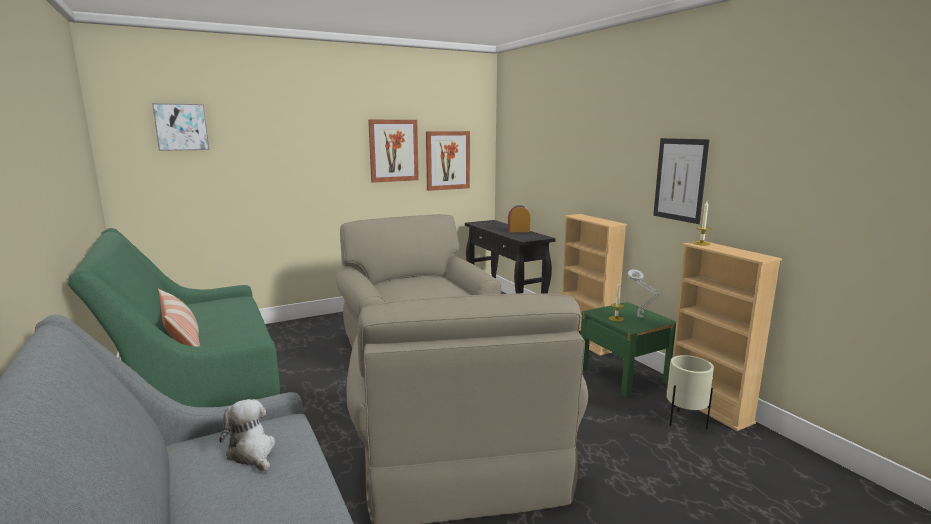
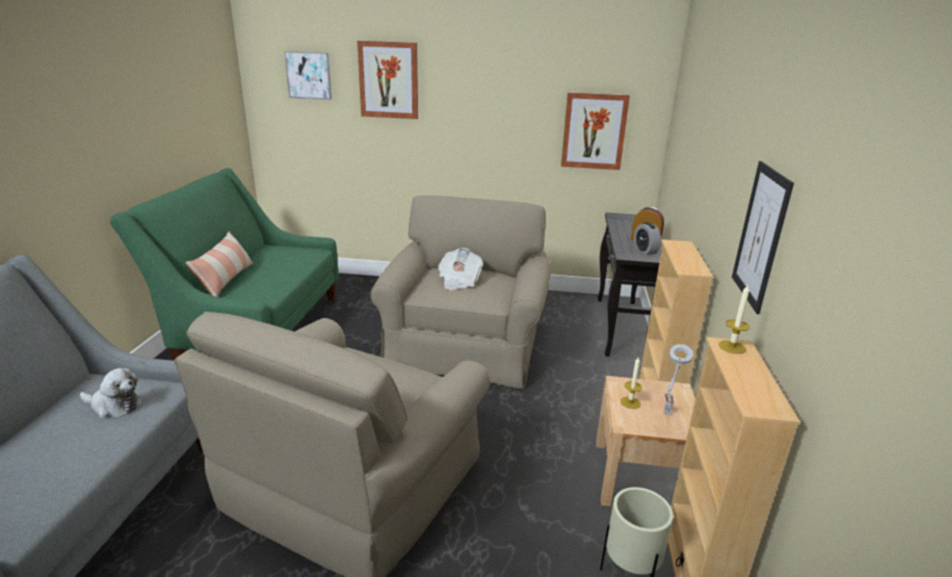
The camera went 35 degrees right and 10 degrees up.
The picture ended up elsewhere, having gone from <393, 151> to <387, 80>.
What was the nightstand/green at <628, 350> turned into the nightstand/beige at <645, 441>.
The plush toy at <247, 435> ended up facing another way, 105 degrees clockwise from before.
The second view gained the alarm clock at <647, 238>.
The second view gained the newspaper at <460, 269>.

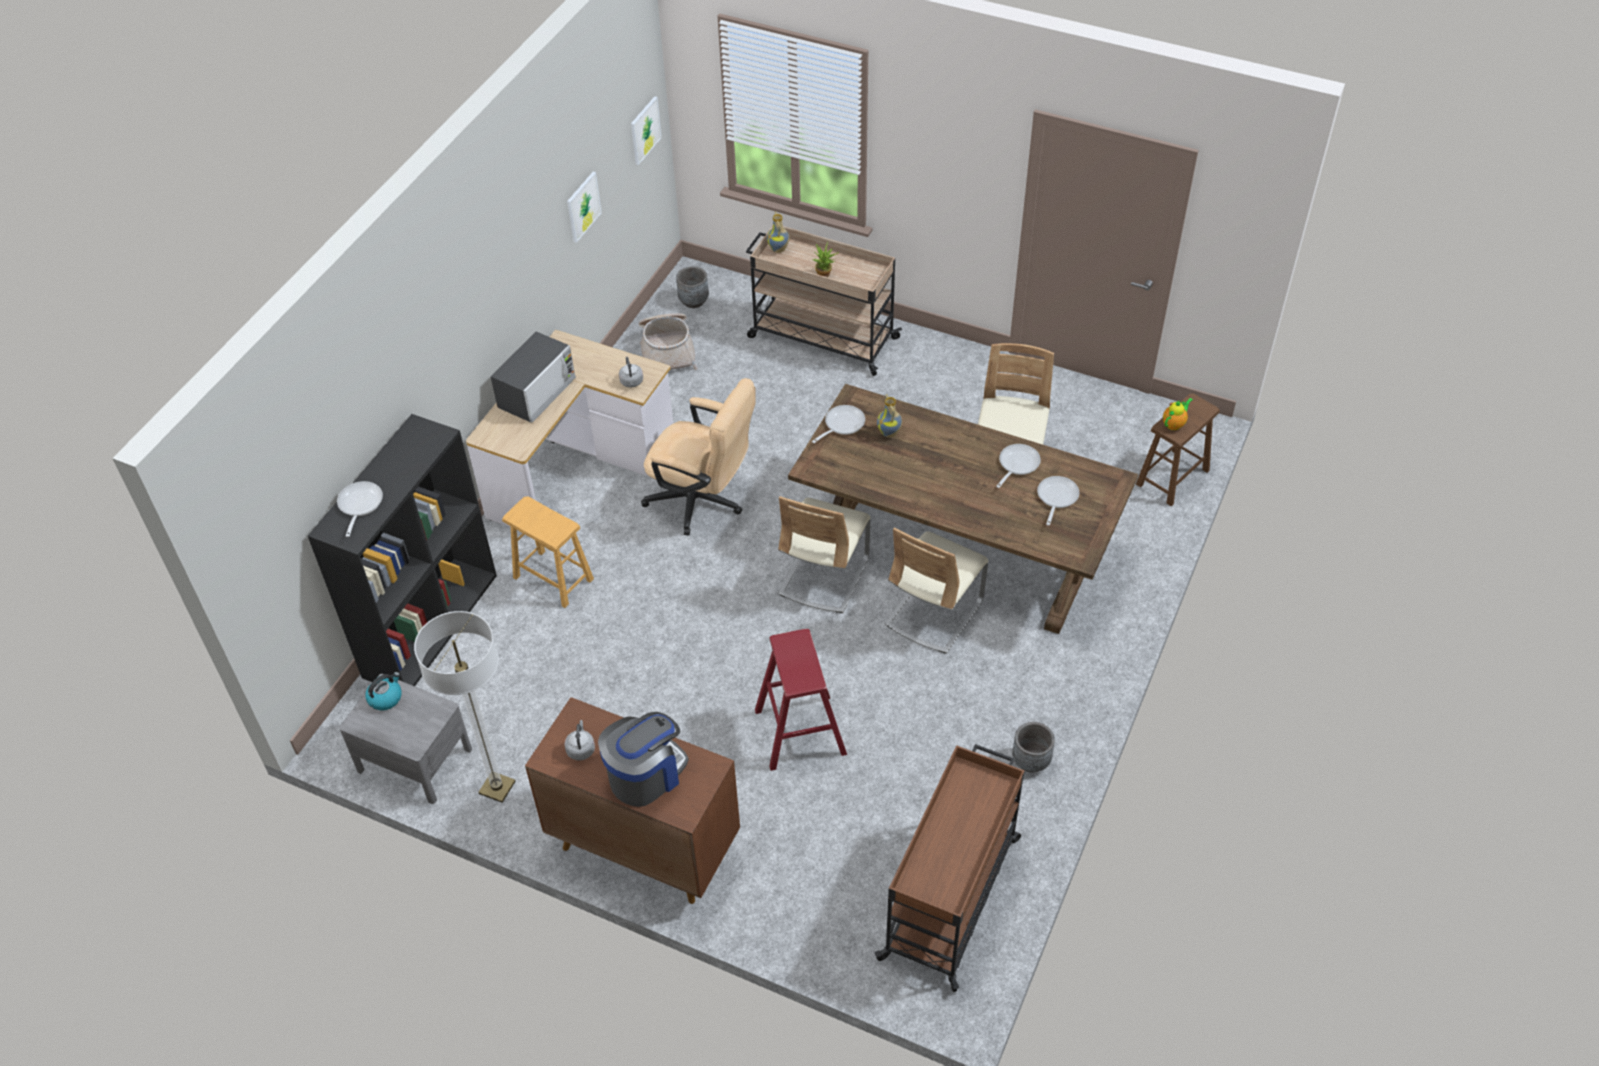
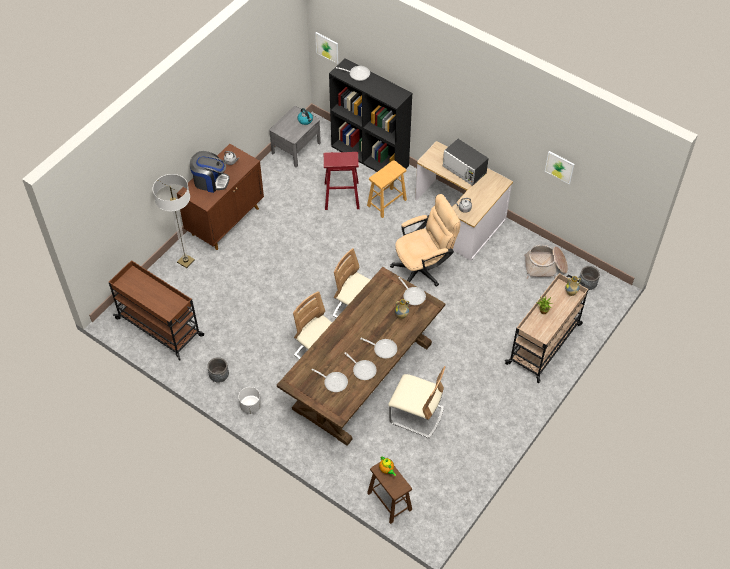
The camera went 100 degrees right and 5 degrees up.
The picture ended up elsewhere, having gone from <646, 130> to <326, 48>.
The office chair/beige at <698, 457> ended up facing another way, 150 degrees counterclockwise from before.
The floor lamp ended up elsewhere, having gone from <465, 707> to <174, 221>.
The stool/red ended up elsewhere, having gone from <801, 700> to <342, 181>.
The coffee machine at <643, 759> ended up facing another way, 45 degrees counterclockwise from before.
The second view gained the frying pan at <378, 348>.
The second view gained the planter/white at <250, 400>.

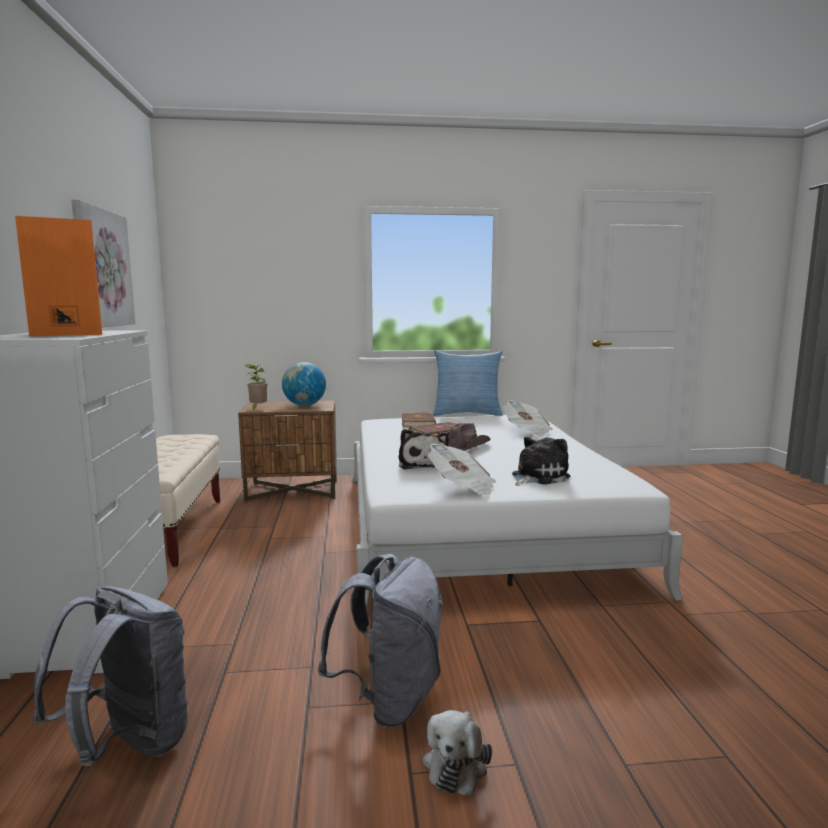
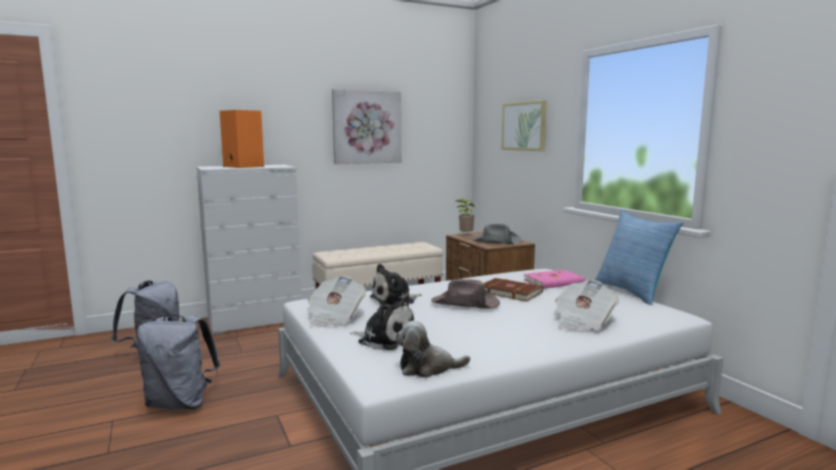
The camera went 70 degrees right and 0 degrees up.
Where the globe stood at <304, 384>, the hat/grey came to stand at <497, 234>.
What was the book/brown at <419, 419> turned into the book/pink at <555, 279>.
The plush toy ended up elsewhere, having gone from <457, 753> to <432, 349>.
The second view gained the picture at <524, 125>.

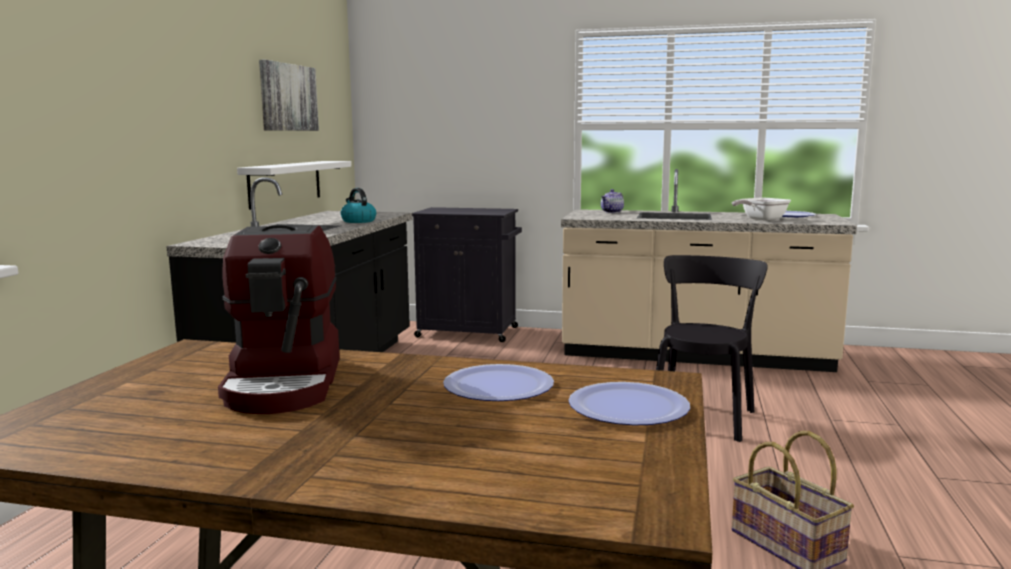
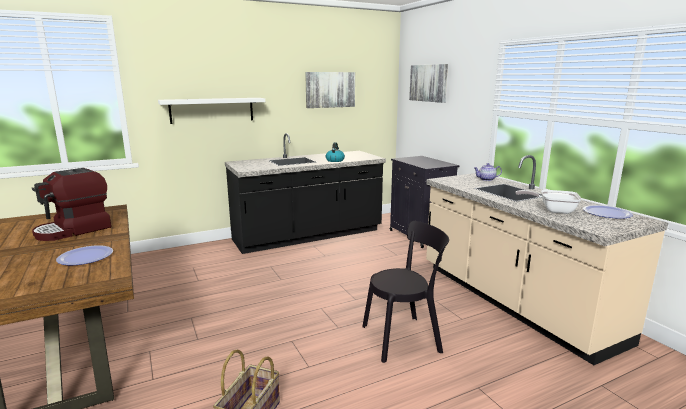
The camera went 50 degrees right and 5 degrees up.
The shelf/white ended up elsewhere, having gone from <294, 185> to <211, 111>.
The second view lost the plate at <629, 403>.
The second view gained the picture at <428, 83>.

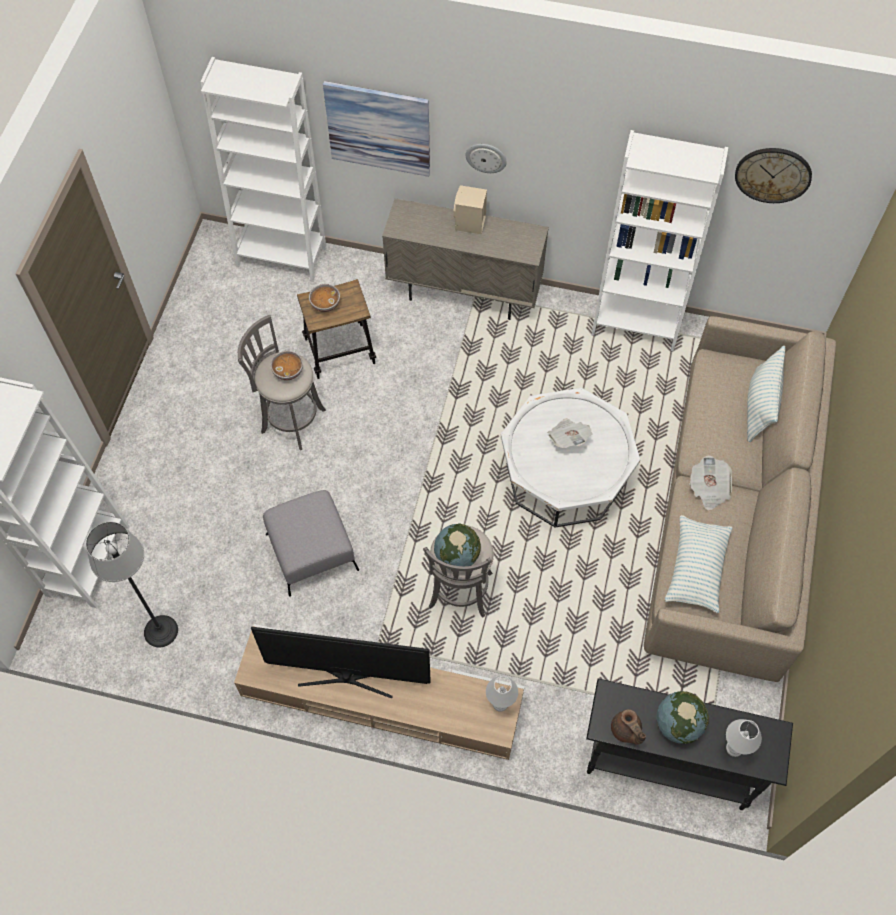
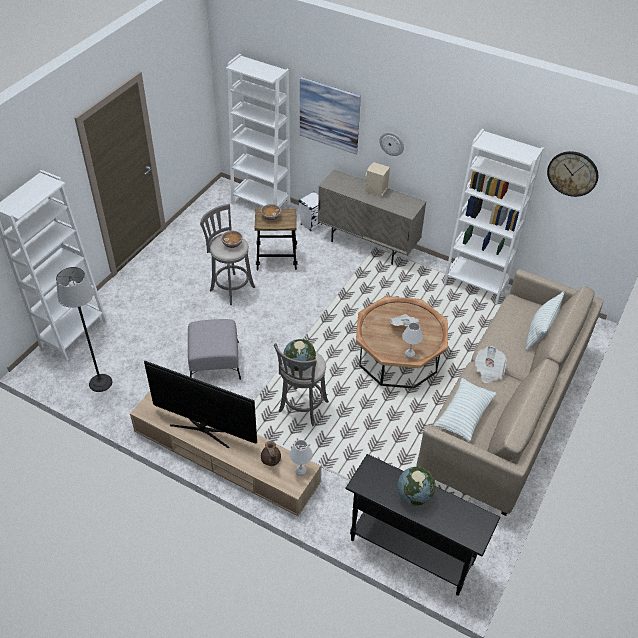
The camera went 15 degrees right and 15 degrees down.
What was the coffee table/white at <570, 458> turned into the coffee table/brown at <402, 342>.
The teapot/brown ended up elsewhere, having gone from <628, 726> to <271, 453>.
The table lamp/white ended up elsewhere, having gone from <744, 738> to <412, 340>.
The second view gained the speaker/white at <310, 211>.

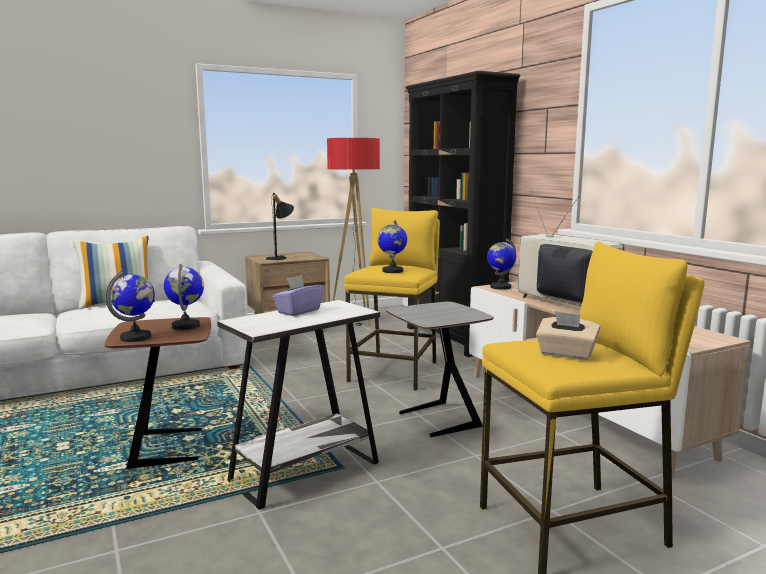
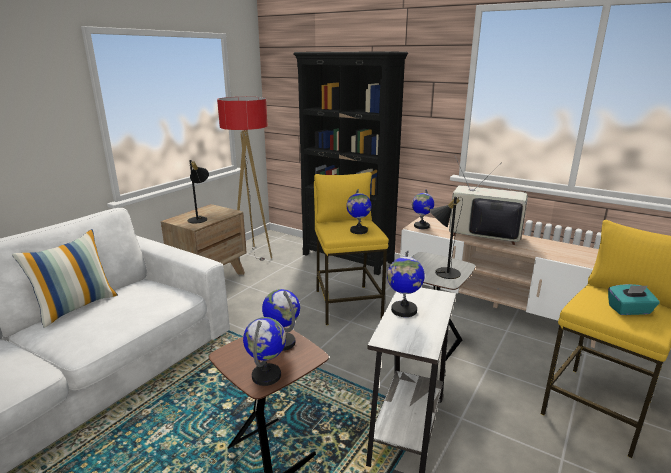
The camera went 30 degrees left and 10 degrees up.
Where the tissue box/purple stood at <298, 295>, the globe came to stand at <406, 284>.
What was the tissue box/beige at <568, 335> turned into the tissue box/turquoise at <634, 299>.
The second view gained the table lamp/black at <446, 237>.

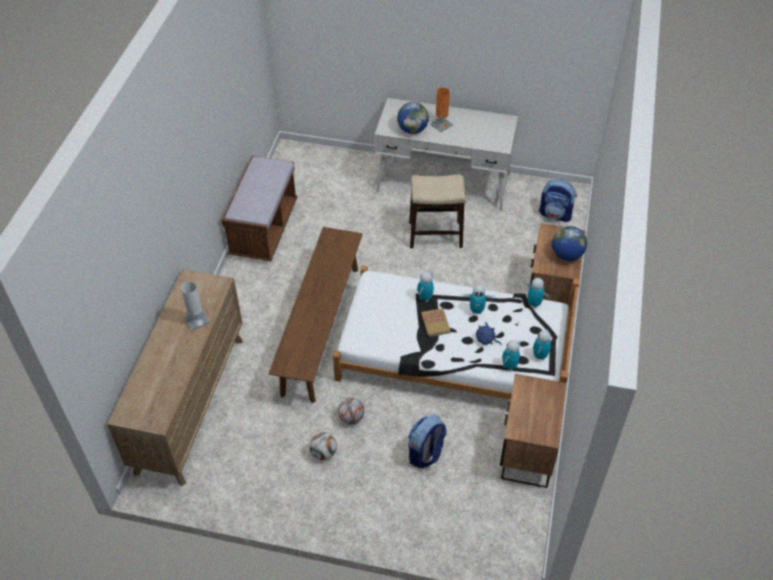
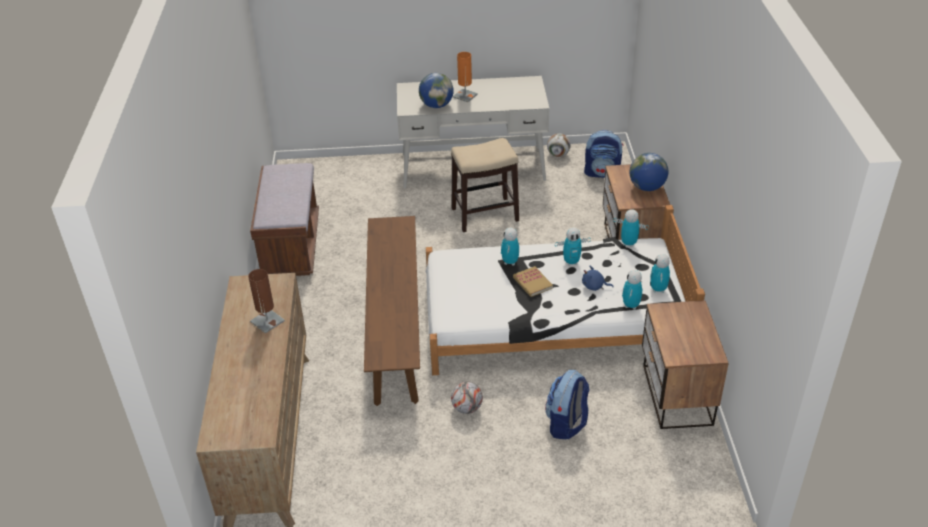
The camera went 15 degrees left and 10 degrees down.
What was the table lamp/white at <195, 306> turned into the table lamp/brown at <266, 301>.
The football ended up elsewhere, having gone from <323, 446> to <559, 145>.

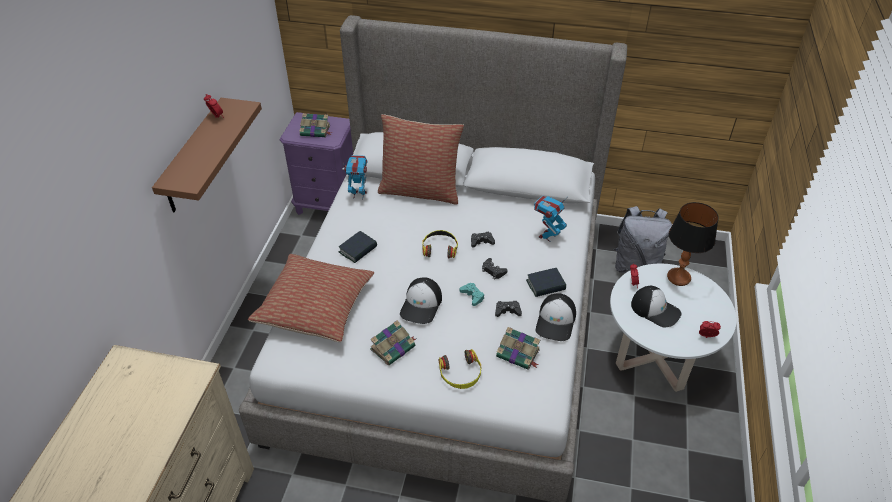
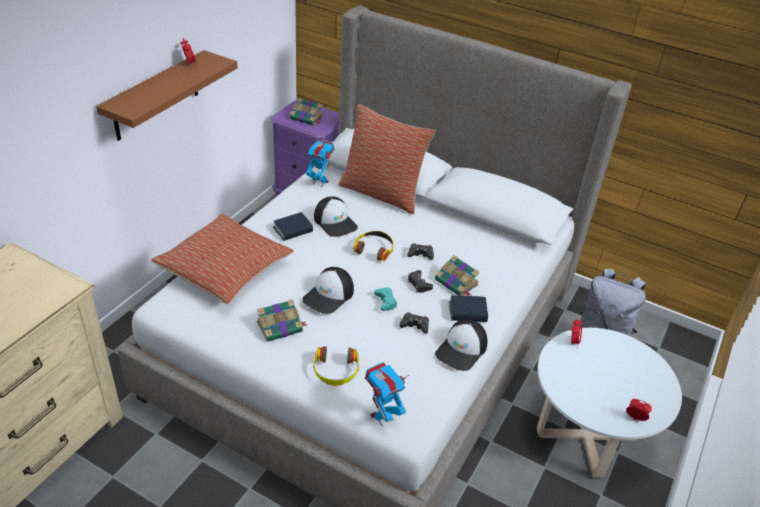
The camera went 15 degrees right and 5 degrees down.
The toy robot ended up elsewhere, having gone from <550, 218> to <387, 394>.
The second view lost the table lamp at <693, 244>.
The cap ended up elsewhere, having gone from <656, 306> to <336, 216>.
The book ended up elsewhere, having gone from <518, 348> to <457, 275>.

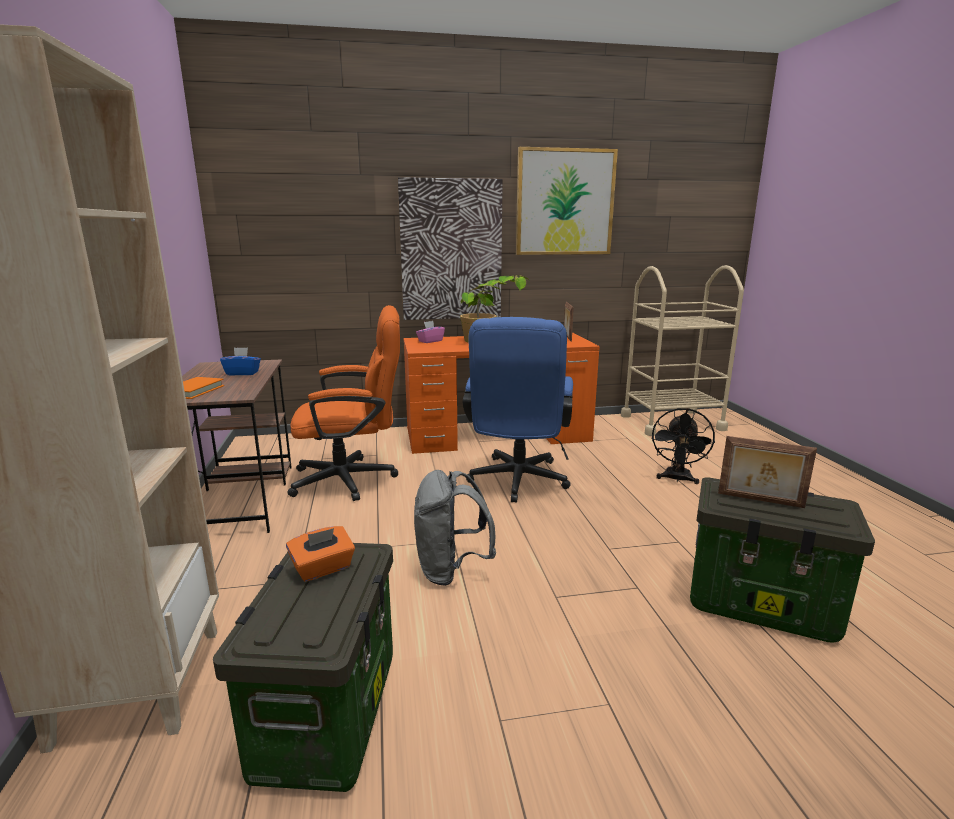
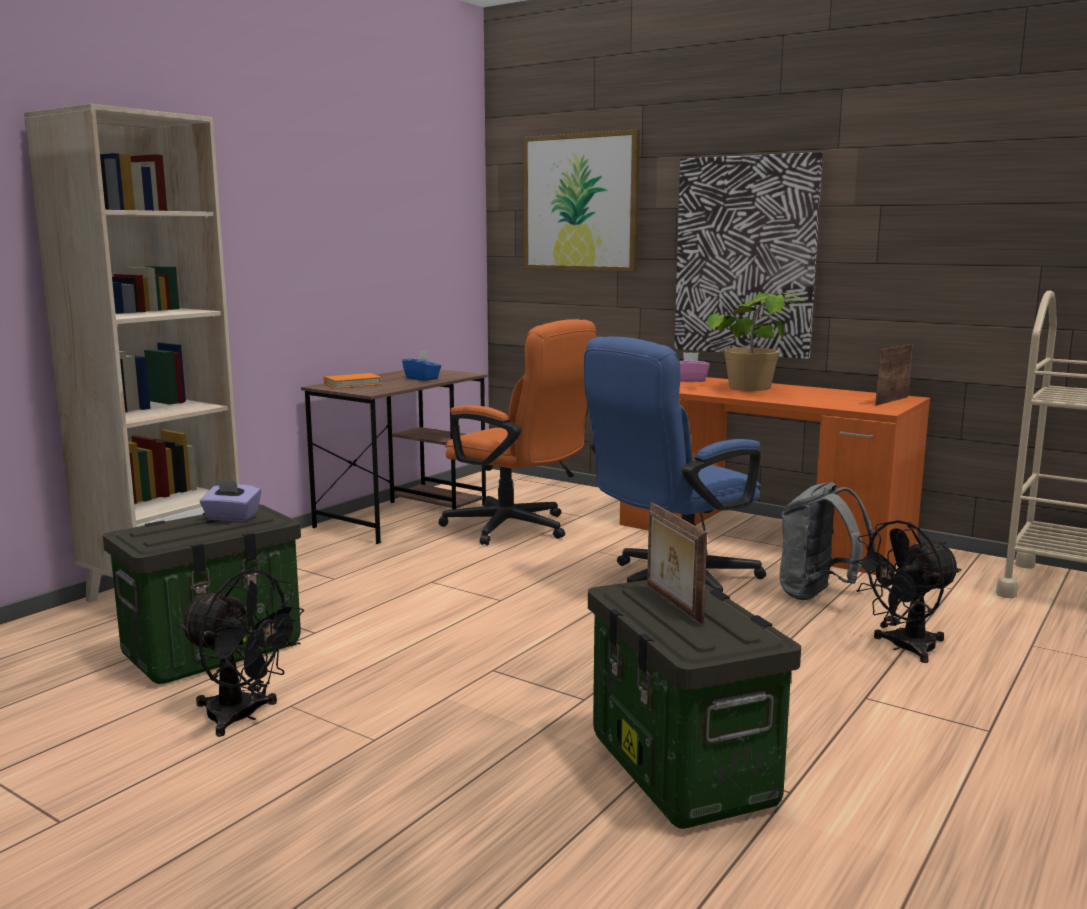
The camera went 45 degrees right and 5 degrees down.
The picture ended up elsewhere, having gone from <567, 201> to <581, 200>.
The backpack/grey ended up elsewhere, having gone from <455, 528> to <827, 541>.
What was the tissue box/orange at <320, 554> turned into the tissue box/purple at <230, 500>.
The second view gained the fan/black at <241, 653>.

